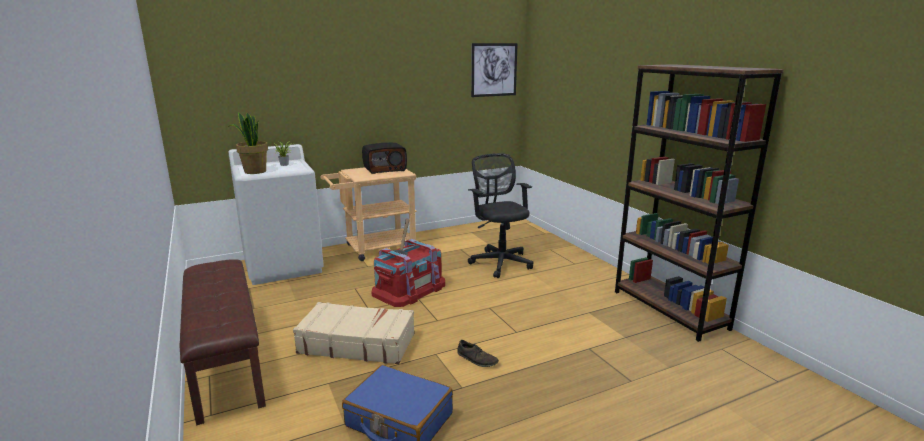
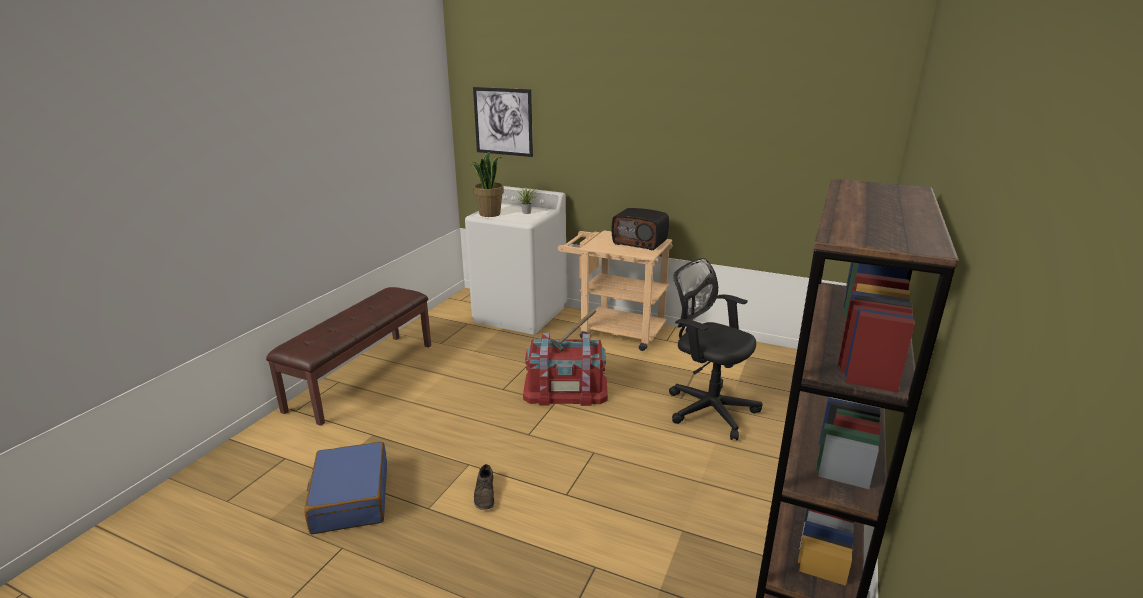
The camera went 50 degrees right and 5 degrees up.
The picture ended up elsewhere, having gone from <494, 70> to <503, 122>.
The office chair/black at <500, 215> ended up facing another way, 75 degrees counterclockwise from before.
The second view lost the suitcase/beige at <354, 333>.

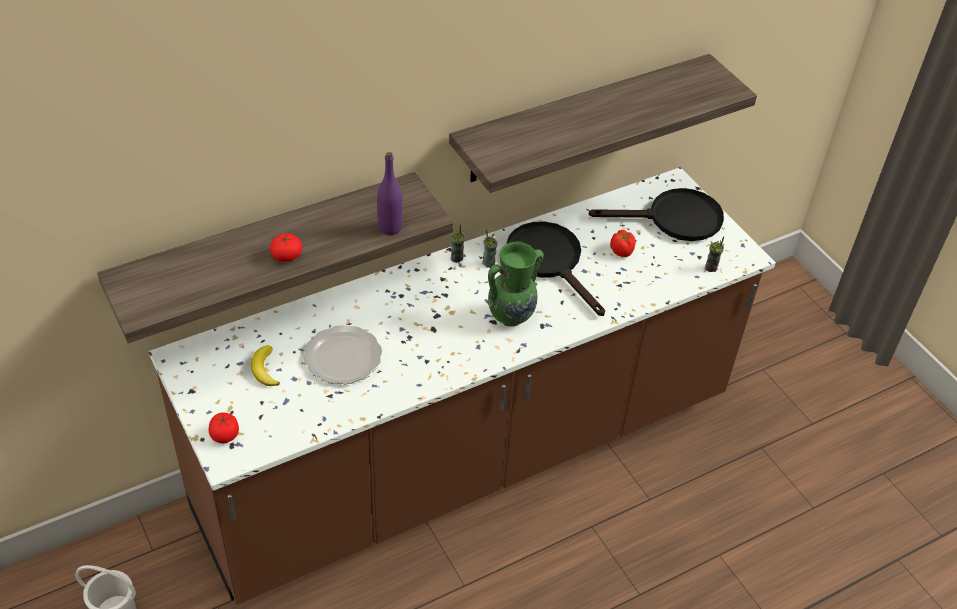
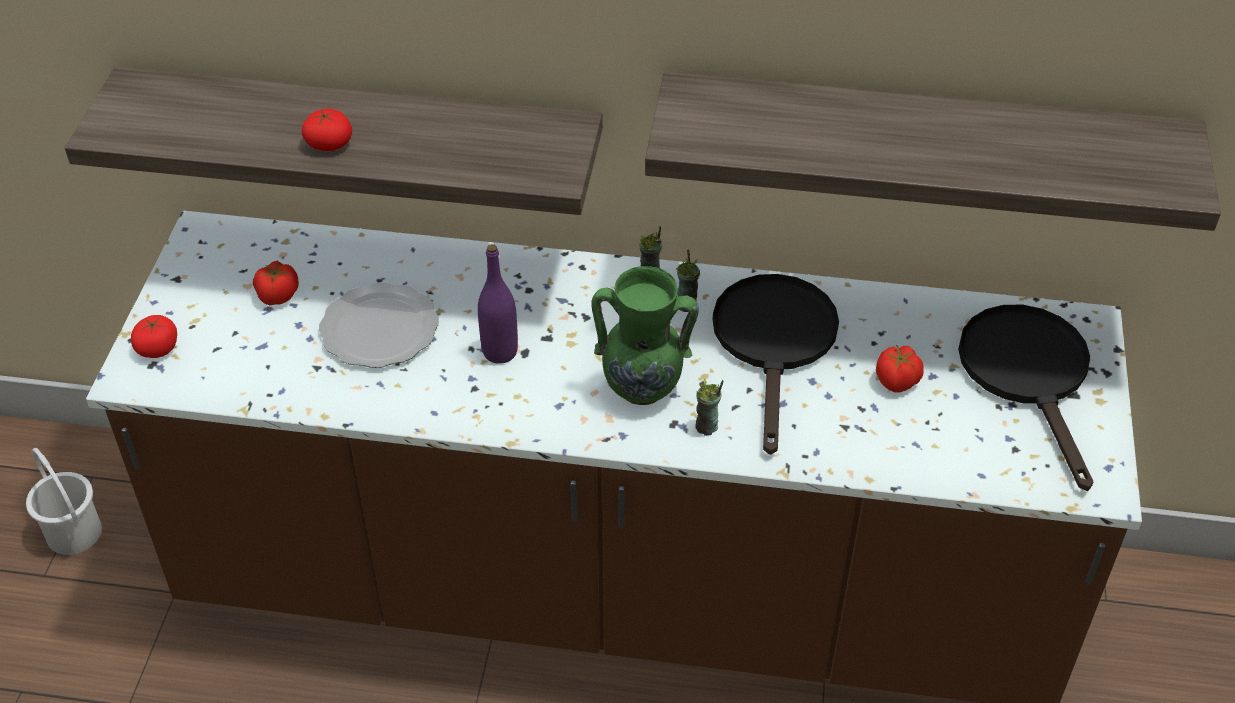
The camera went 40 degrees right and 0 degrees up.
The bottle/purple ended up elsewhere, having gone from <390, 193> to <498, 304>.
The frying pan/black at <656, 214> ended up facing another way, 135 degrees counterclockwise from before.
The cup ended up elsewhere, having gone from <714, 254> to <709, 407>.
Where the banana stood at <265, 365>, the tomato came to stand at <276, 283>.

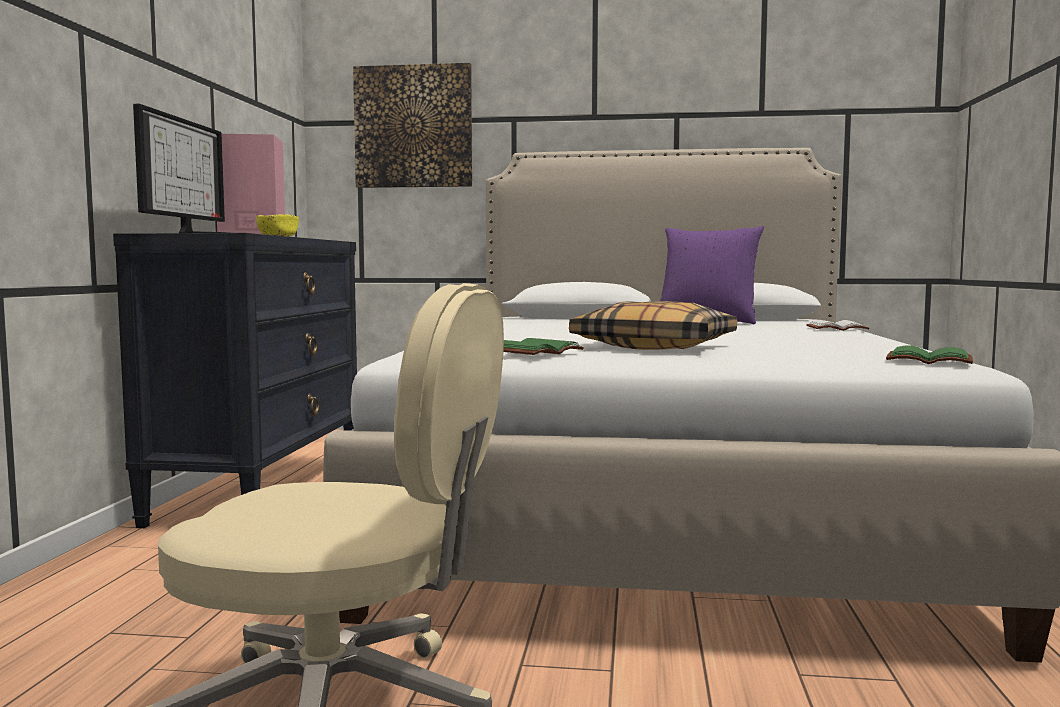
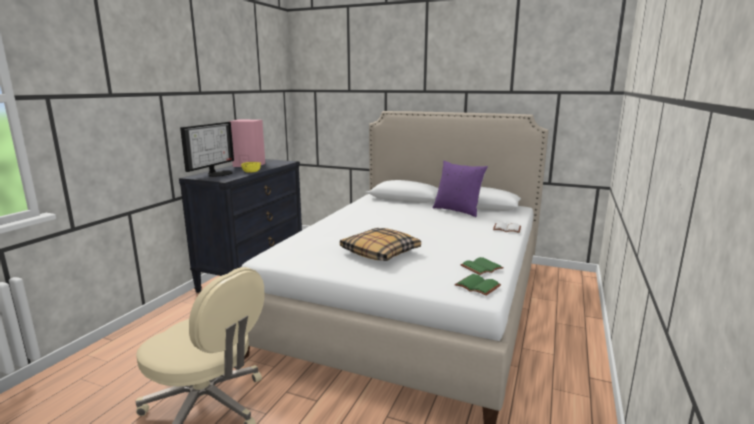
The camera went 15 degrees right and 10 degrees up.
The second view lost the picture at <412, 125>.
The book/green ended up elsewhere, having gone from <543, 346> to <481, 266>.

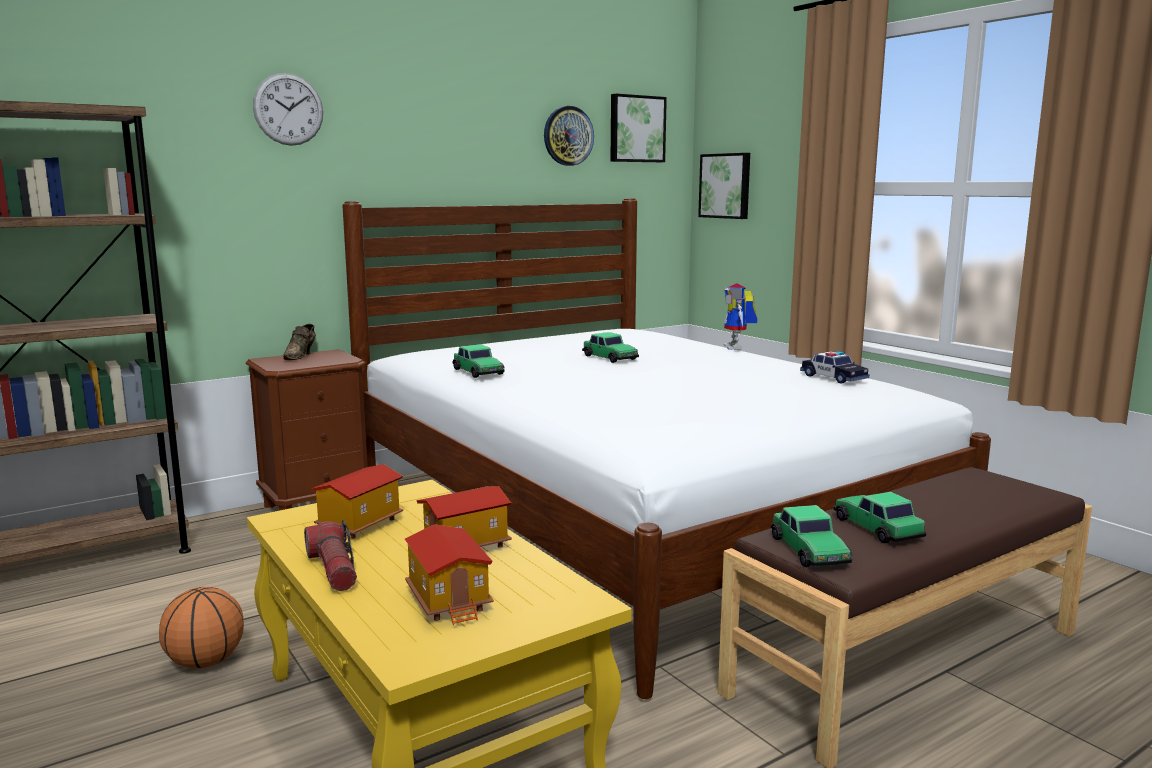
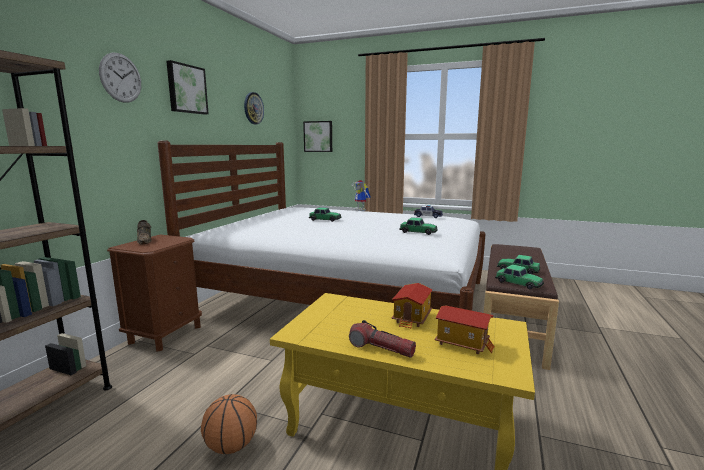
The camera went 35 degrees left and 0 degrees up.
The picture ended up elsewhere, having gone from <639, 128> to <187, 87>.
The toy car ended up elsewhere, having gone from <479, 361> to <418, 226>.
The second view lost the toy house at <357, 501>.

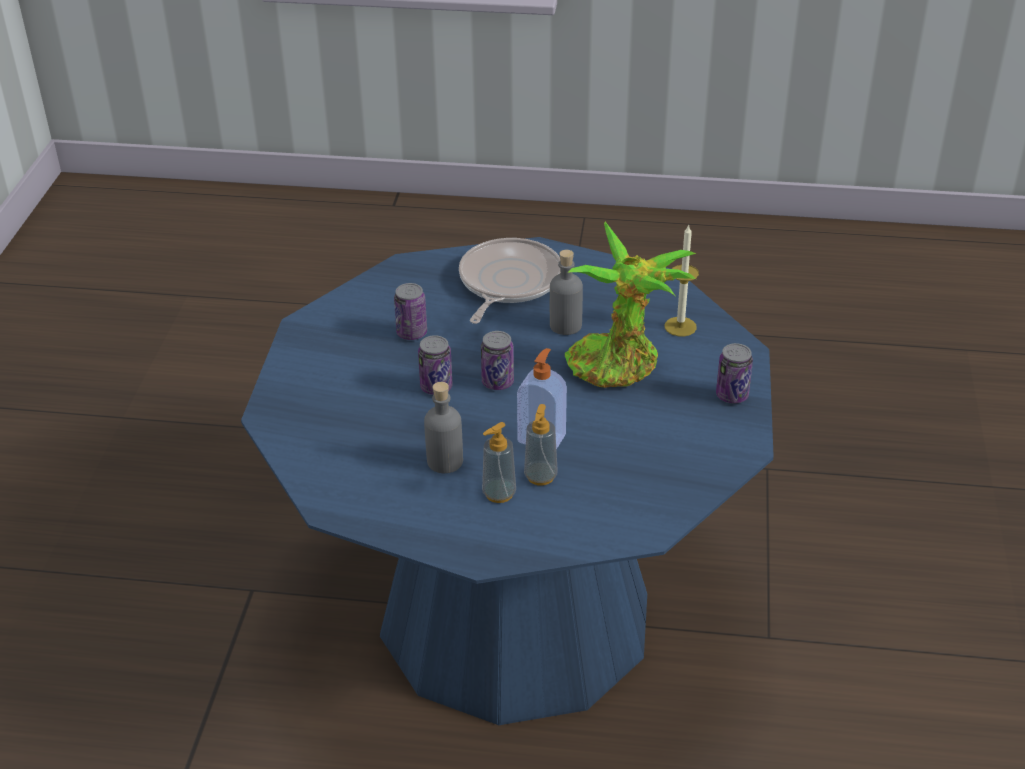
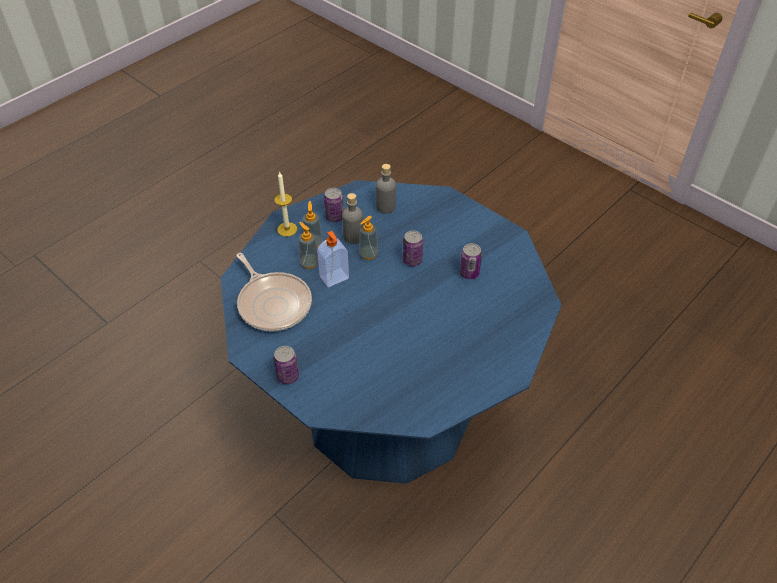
The camera went 125 degrees right and 10 degrees up.
The second view lost the potted plant at <630, 305>.
The candle ended up elsewhere, having gone from <681, 280> to <285, 204>.
The frying pan ended up elsewhere, having gone from <509, 281> to <274, 292>.
The bottle/grey ended up elsewhere, having gone from <566, 292> to <386, 189>.
The can ended up elsewhere, having gone from <497, 360> to <334, 205>.
The second view gained the soap dispenser at <368, 238>.

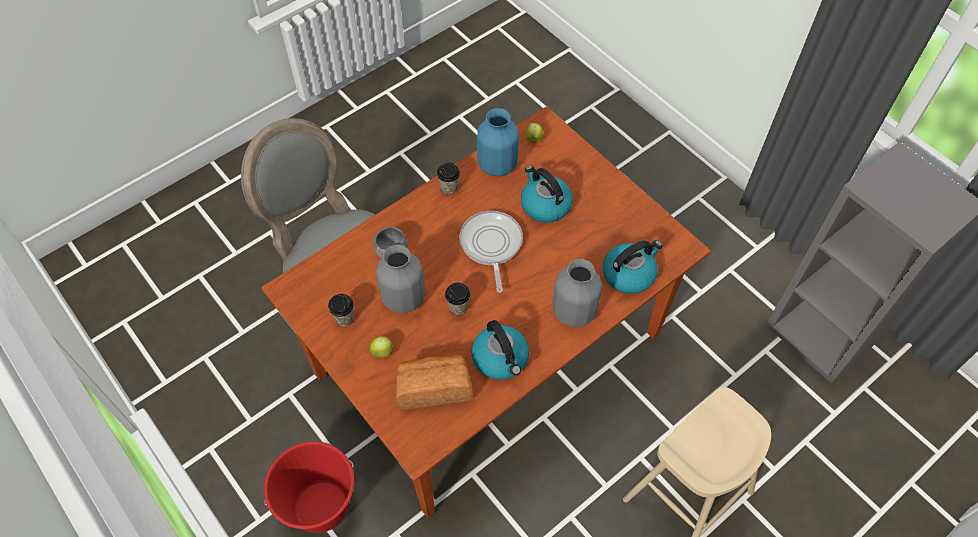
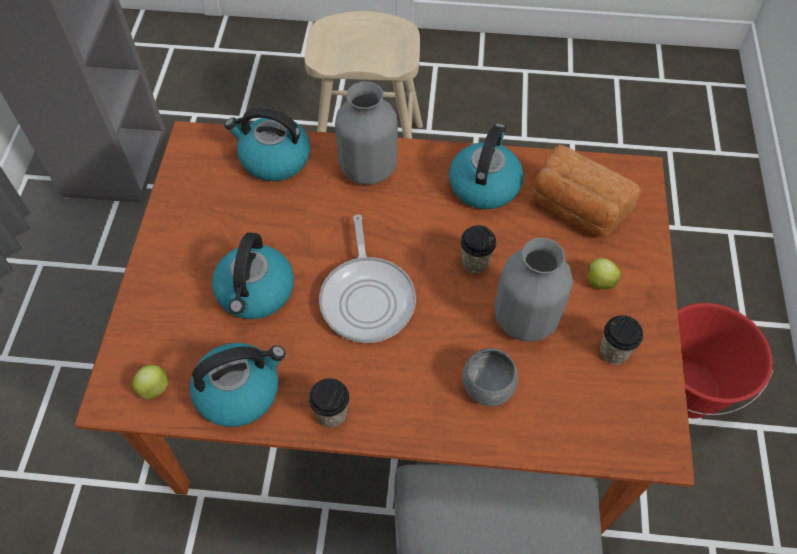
The camera went 135 degrees left and 0 degrees up.
Where the vase/blue stood at <498, 142>, the kettle came to stand at <237, 385>.
The frying pan at <491, 252> ended up facing another way, 45 degrees counterclockwise from before.

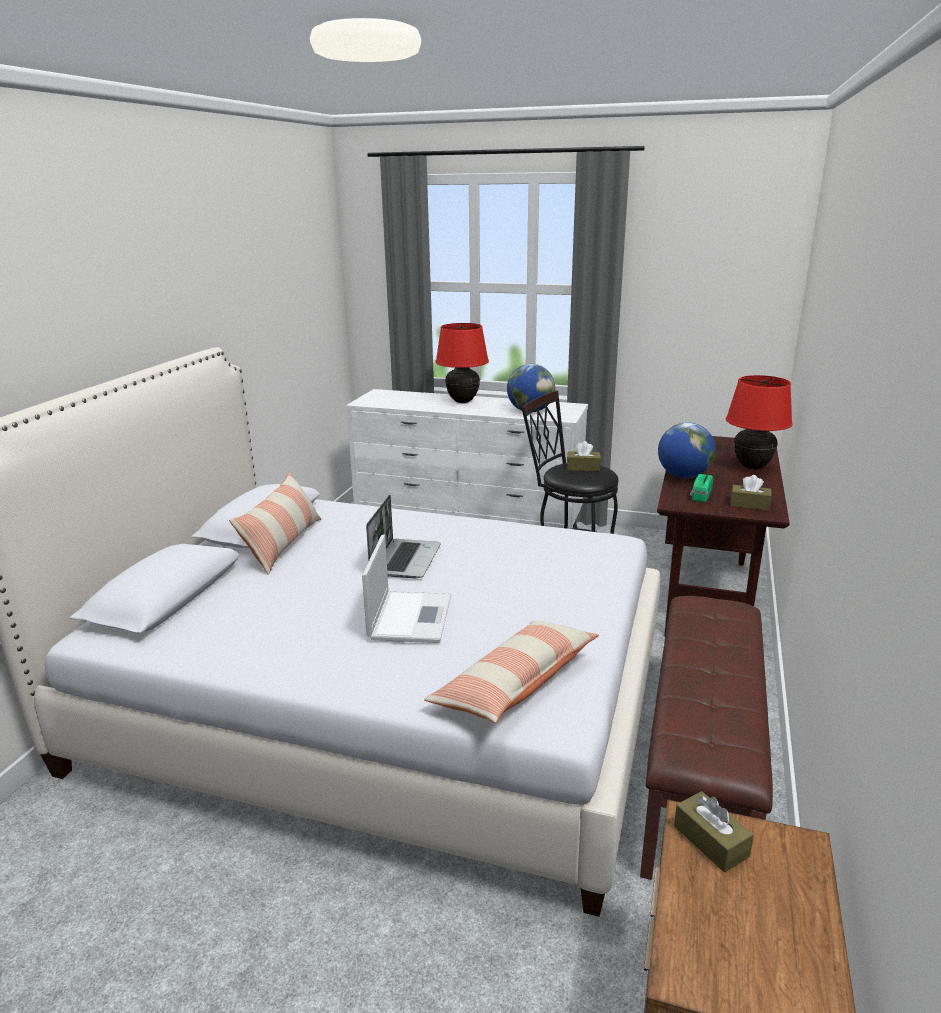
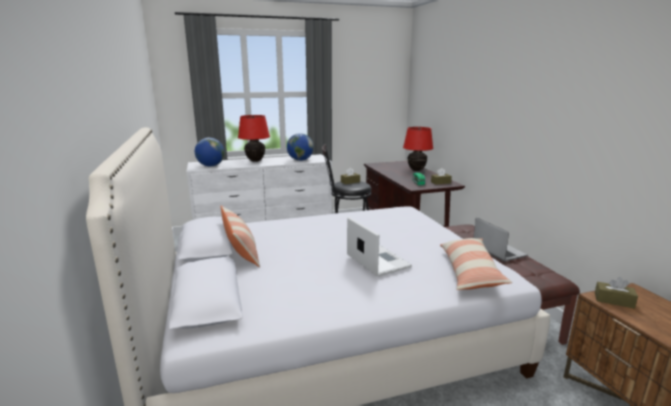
The camera went 35 degrees left and 5 degrees down.
The globe ended up elsewhere, having gone from <687, 450> to <210, 151>.
The laptop ended up elsewhere, having gone from <403, 536> to <500, 240>.

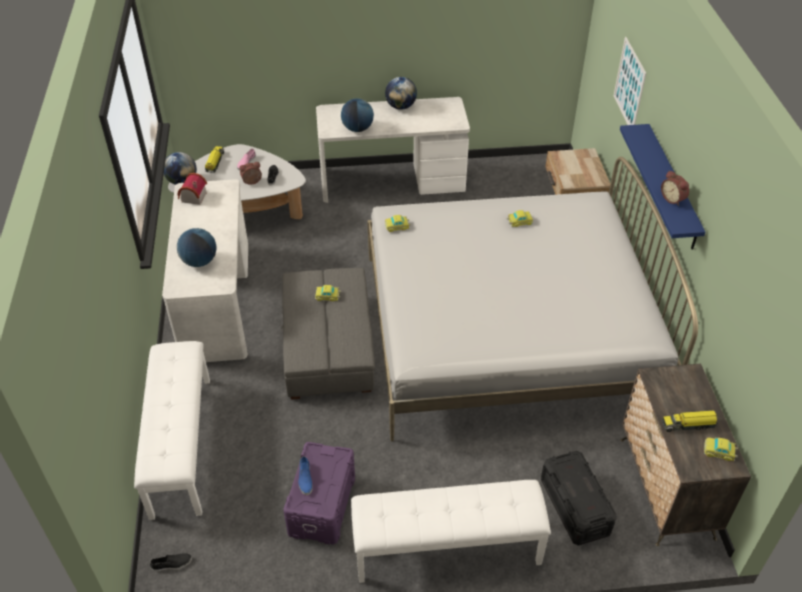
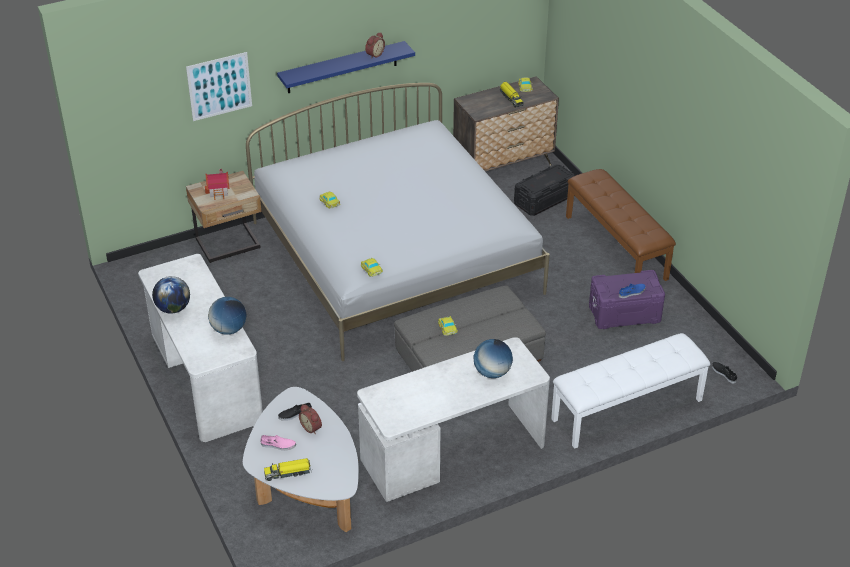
The camera went 110 degrees left and 5 degrees down.
The second view lost the globe at <180, 168>.
The toy house ended up elsewhere, having gone from <192, 189> to <217, 184>.
What was the bench/white at <451, 531> turned into the bench/brown at <621, 225>.

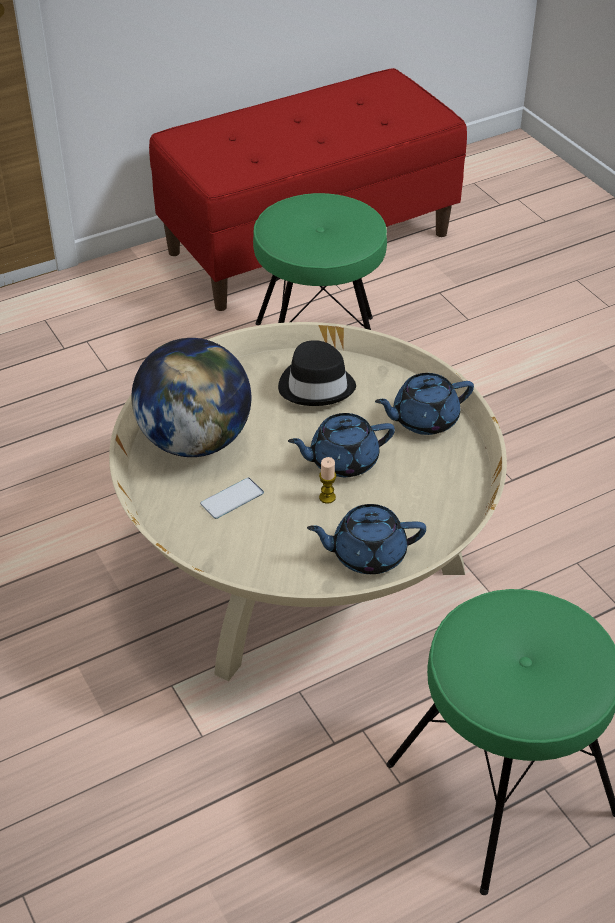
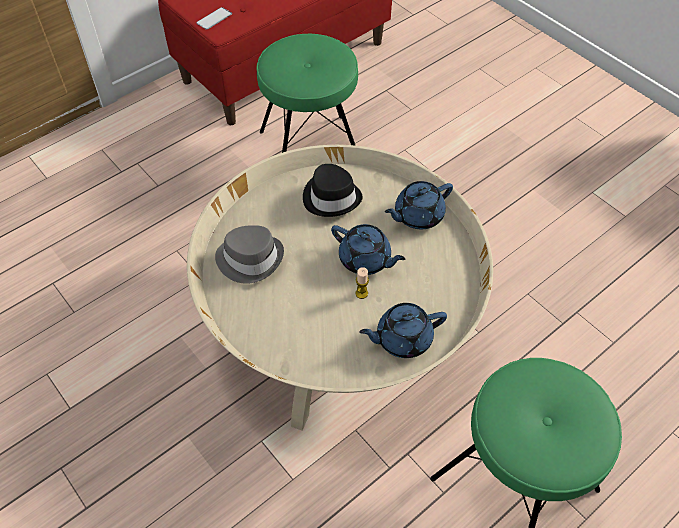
The camera went 10 degrees left and 10 degrees up.
Where the globe stood at <191, 397>, the hat/grey came to stand at <249, 254>.
The teapot/blue at <341, 445> ended up facing another way, 120 degrees counterclockwise from before.
The phone ended up elsewhere, having gone from <232, 498> to <214, 18>.

